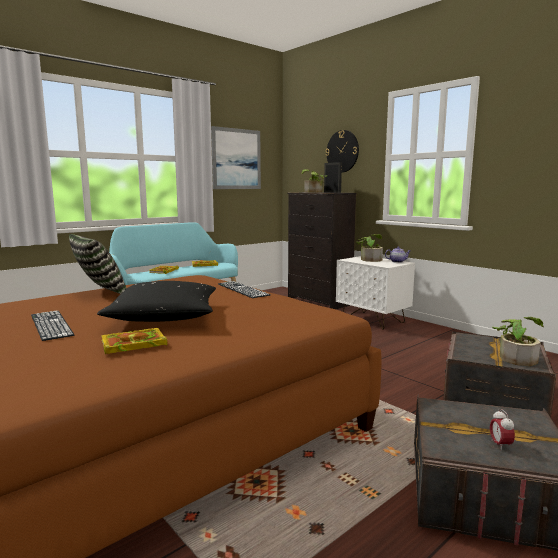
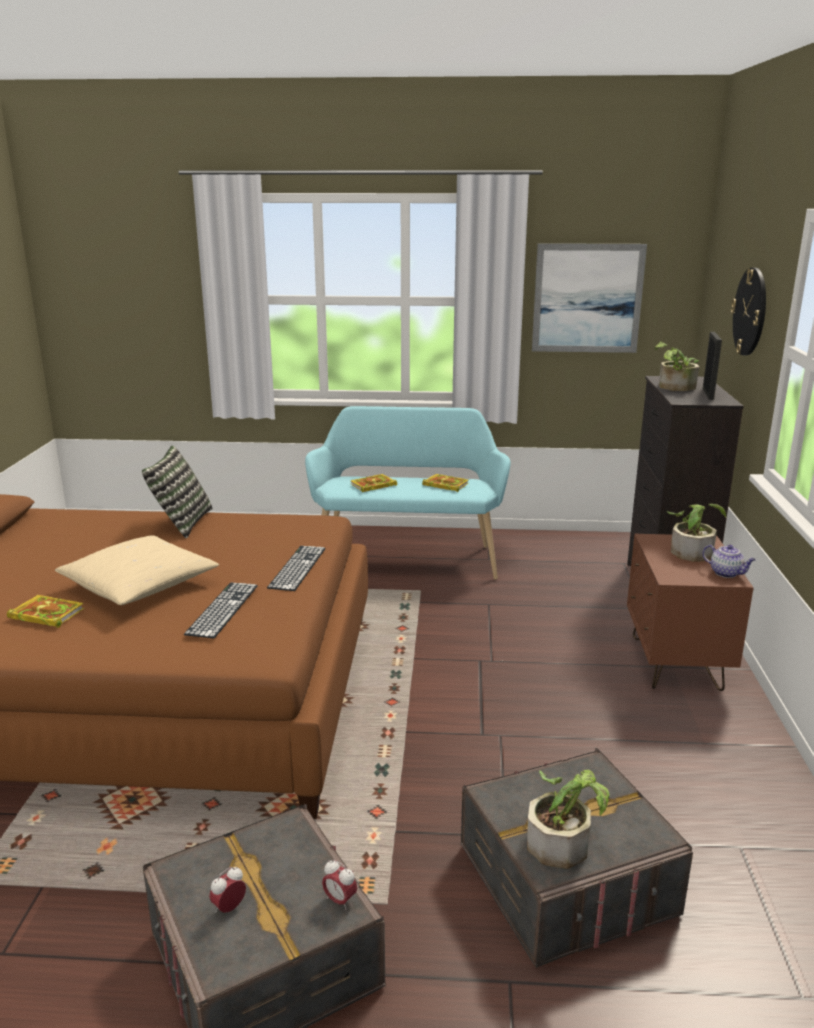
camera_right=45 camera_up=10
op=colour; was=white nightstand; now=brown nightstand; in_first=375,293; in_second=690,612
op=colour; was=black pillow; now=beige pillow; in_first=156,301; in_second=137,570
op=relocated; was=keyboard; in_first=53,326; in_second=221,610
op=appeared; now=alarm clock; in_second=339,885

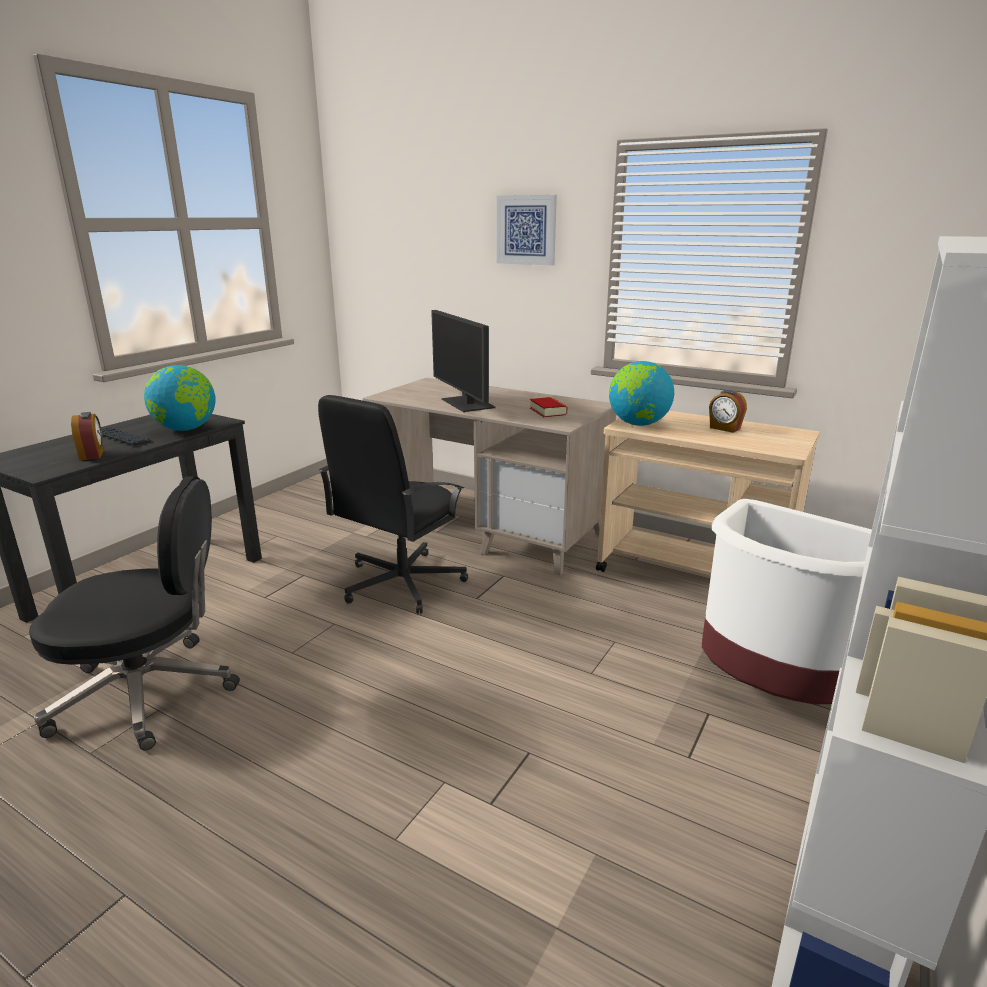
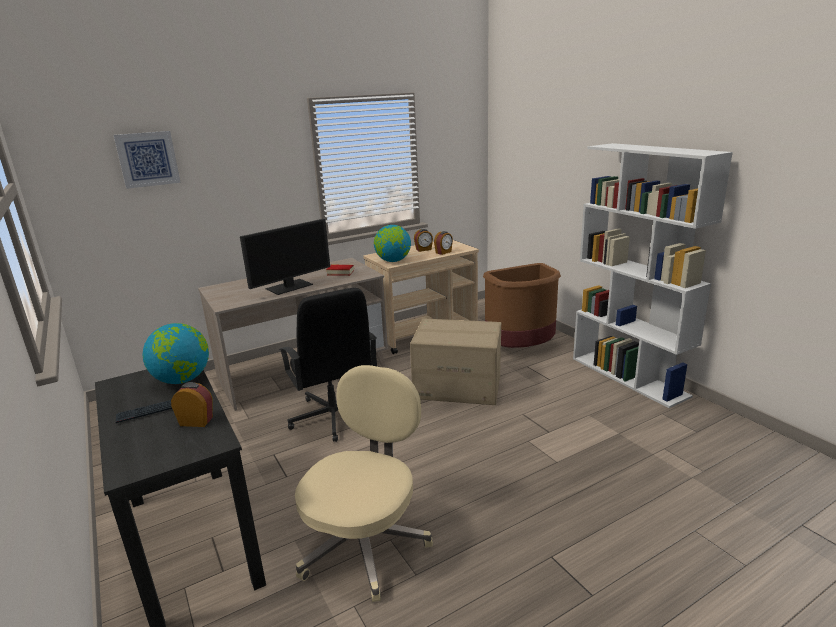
camera_right=-60 camera_up=0
op=relocated; was=picture; in_first=526,230; in_second=147,160
op=spun; was=monitor; in_first=463,361; in_second=285,257; clockwise=-45
op=colour; was=black office chair; now=beige office chair; in_first=134,613; in_second=364,483
op=colour; was=white trash can; now=brown trash can; in_first=787,601; in_second=522,305
op=appeared; now=alarm clock; in_second=443,243
op=appeared; now=cardboard box; in_second=455,361

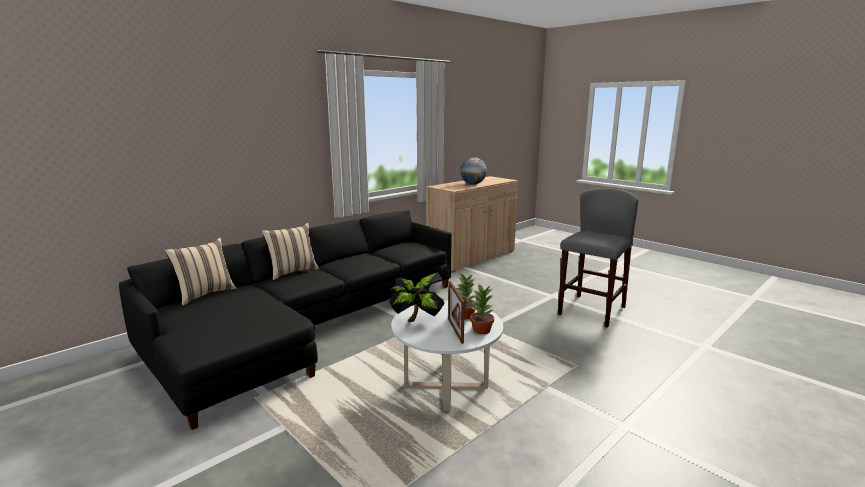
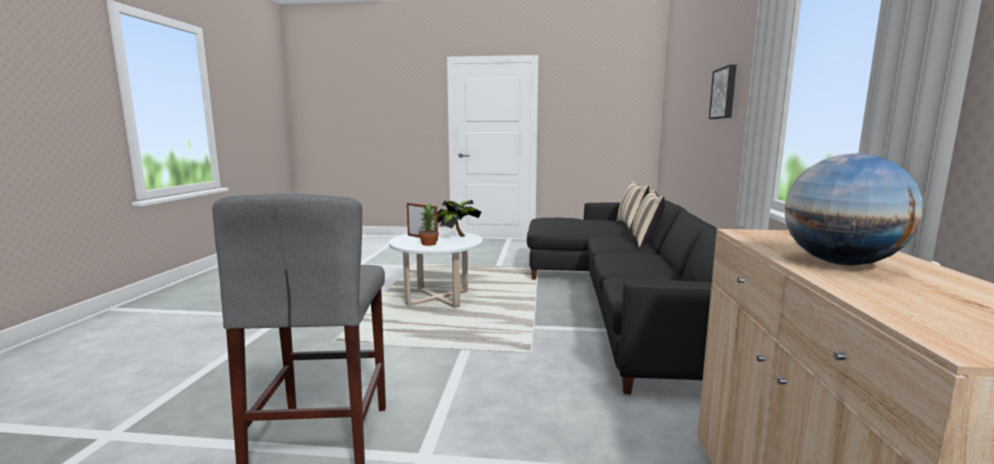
camera_right=140 camera_up=-5
op=missing; was=potted plant; in_first=482,308
op=appeared; now=picture; in_second=723,91

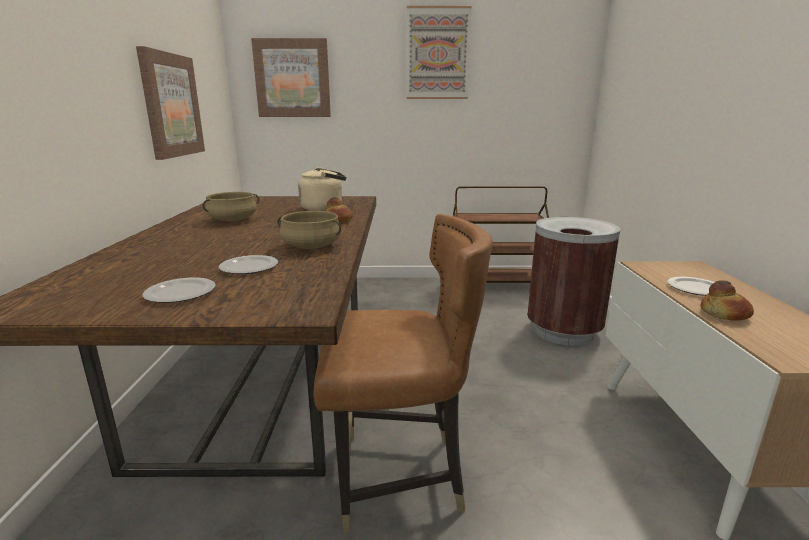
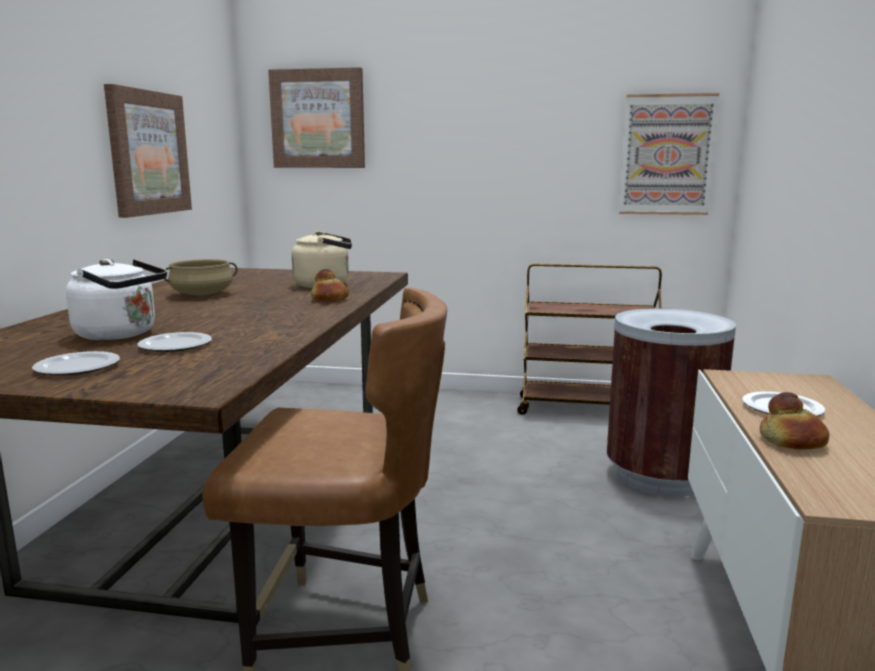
camera_right=10 camera_up=-5
op=relocated; was=picture; in_first=438,52; in_second=669,154
op=missing; was=beige cooking pot; in_first=309,230
op=appeared; now=white kettle; in_second=116,299

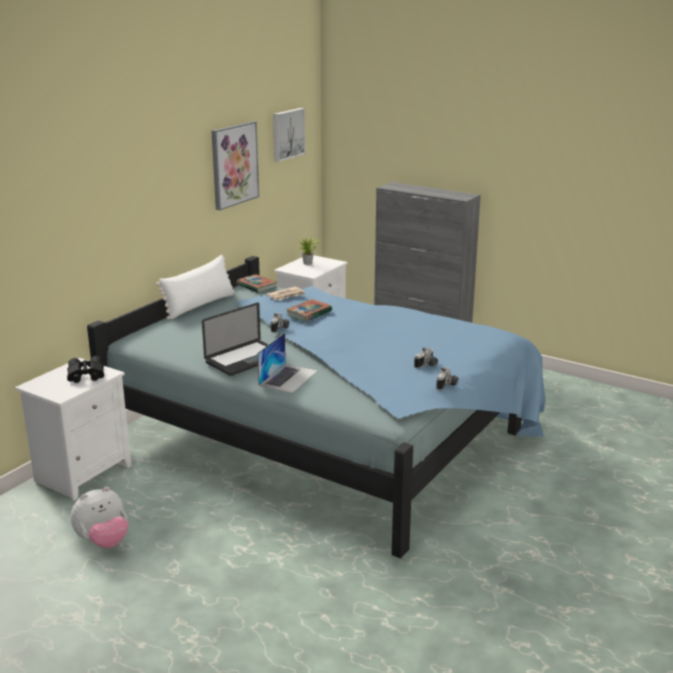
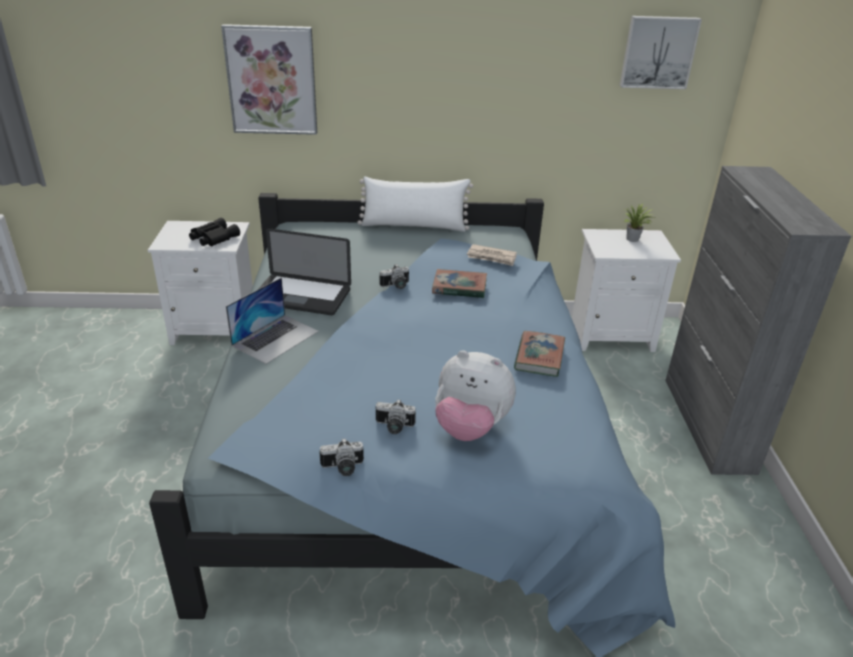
camera_right=55 camera_up=10
op=relocated; was=picture; in_first=235,165; in_second=269,79
op=relocated; was=book; in_first=256,283; in_second=539,354
op=spun; was=laptop; in_first=287,363; in_second=272,320; clockwise=-45
op=relocated; was=plush toy; in_first=99,517; in_second=475,395

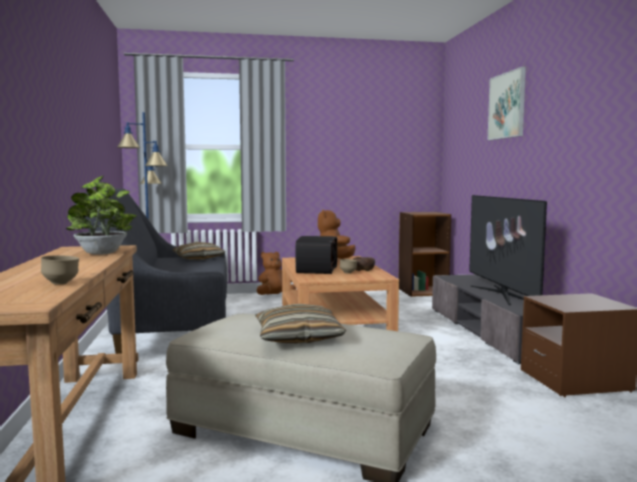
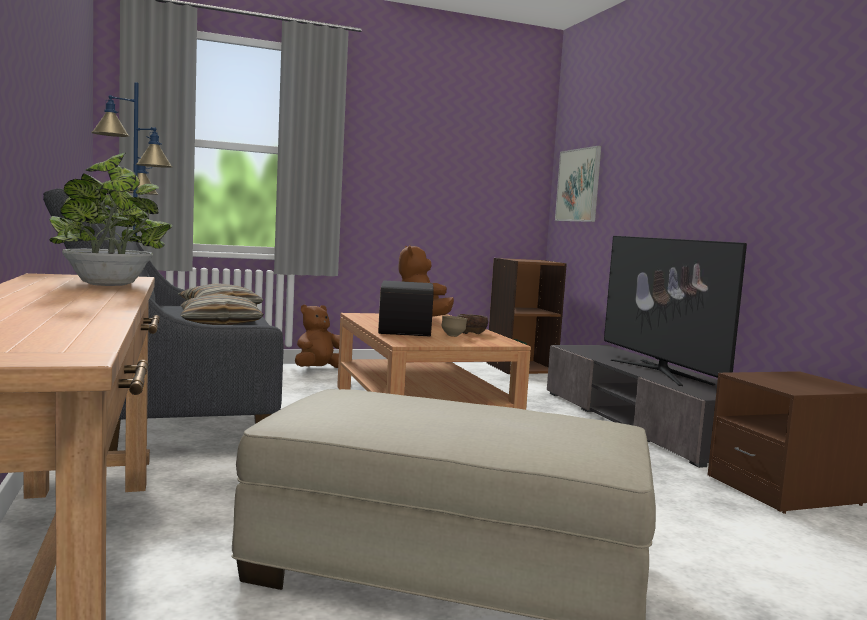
camera_right=-10 camera_up=0
op=relocated; was=picture; in_first=507,103; in_second=578,184
op=missing; was=brown bowl; in_first=60,270
op=relocated; was=pillow; in_first=300,324; in_second=222,309

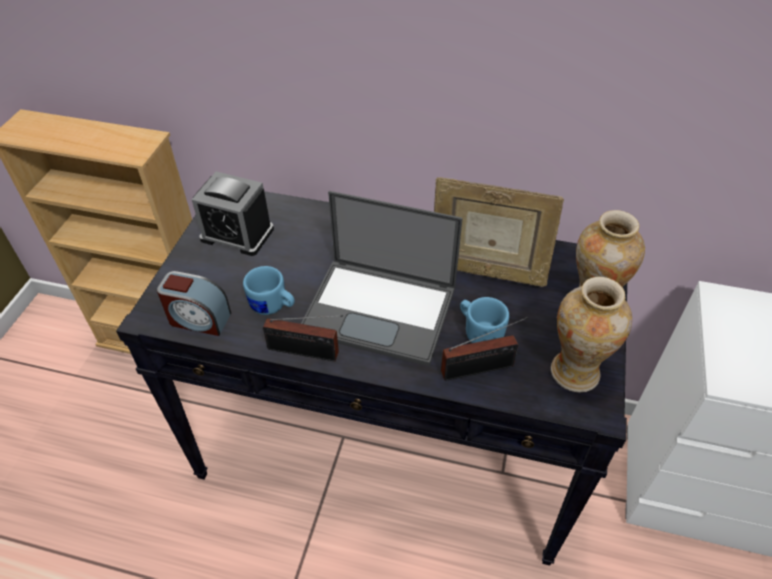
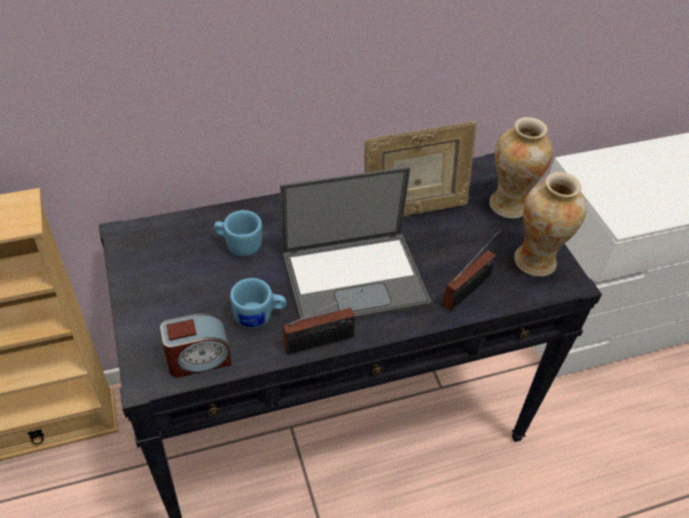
camera_right=-35 camera_up=0
op=missing; was=alarm clock; in_first=233,213
op=relocated; was=blue mug; in_first=484,320; in_second=238,233

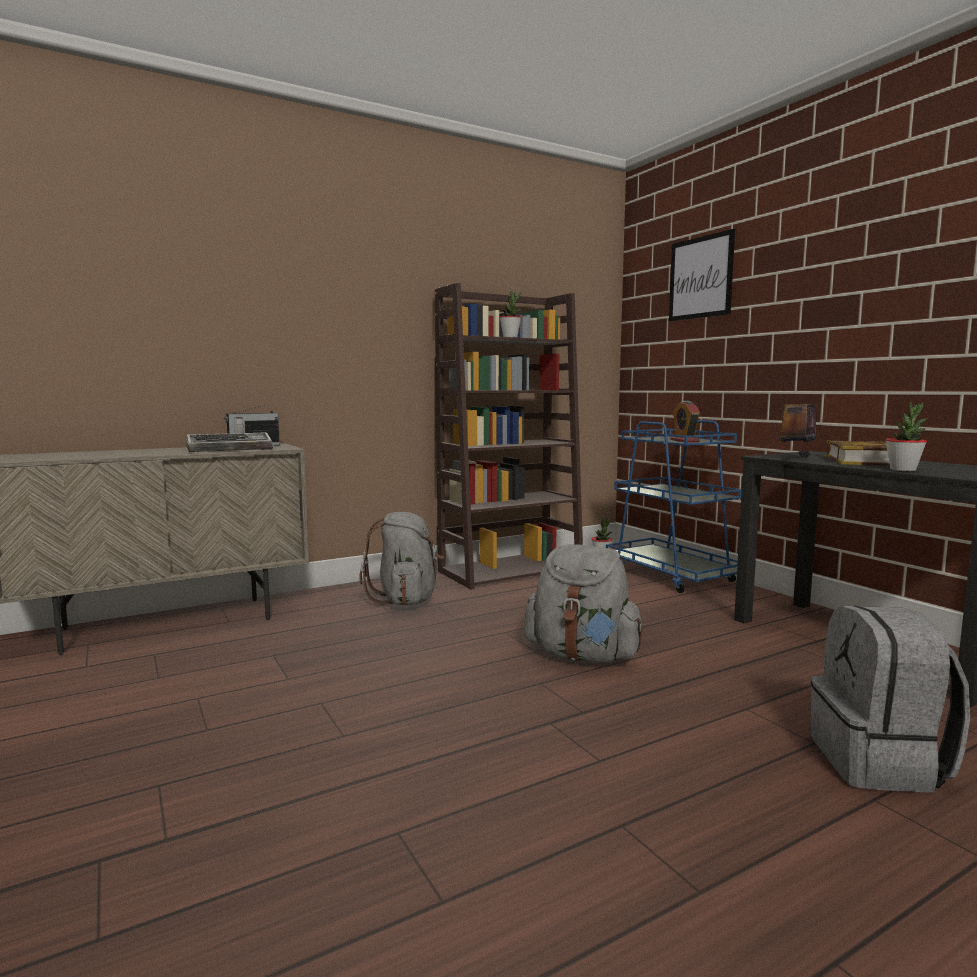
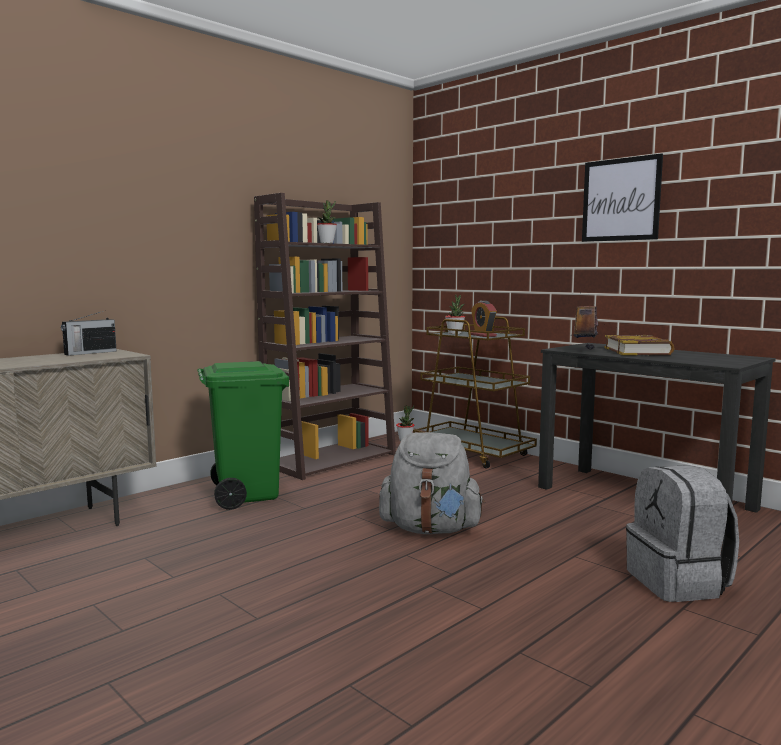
camera_right=-15 camera_up=0
op=relocated; was=picture; in_first=702,275; in_second=622,197
op=relocated; was=potted plant; in_first=906,436; in_second=455,314
op=colour; was=blue cart; now=brown cart; in_first=673,506; in_second=475,393
op=missing; was=keyboard; in_first=229,442
op=exchanged; was=grey backpack; now=green trash can; in_first=402,558; in_second=243,435

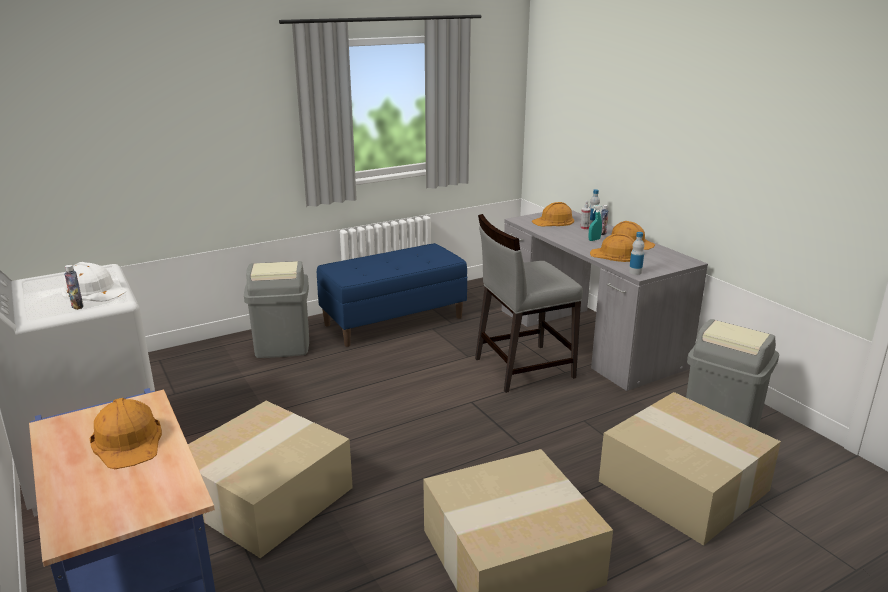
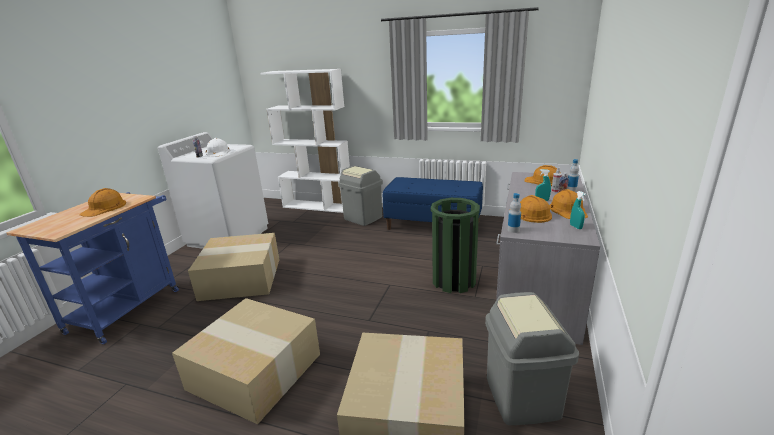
camera_right=50 camera_up=0
op=exchanged; was=grey chair; now=green trash can; in_first=529,303; in_second=455,245
op=appeared; now=white bookcase; in_second=305,141
op=appeared; now=turquoise spray bottle; in_second=578,210

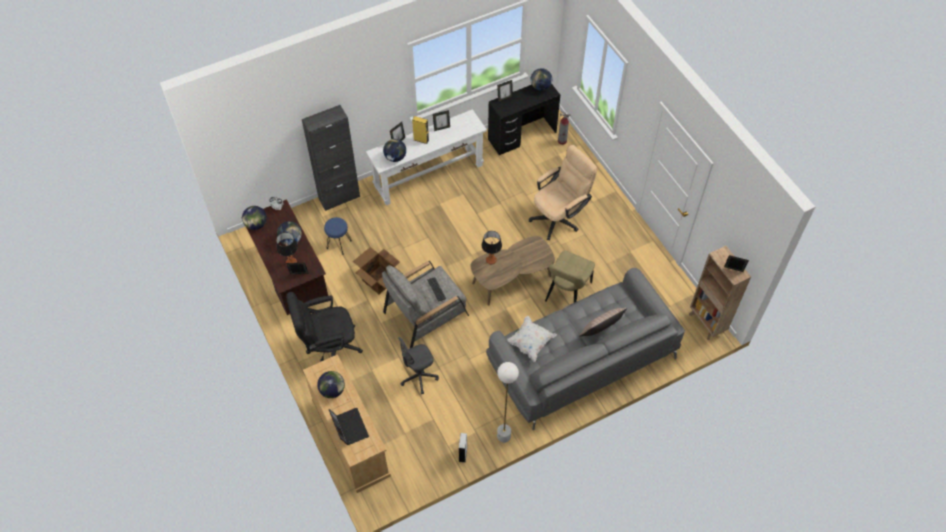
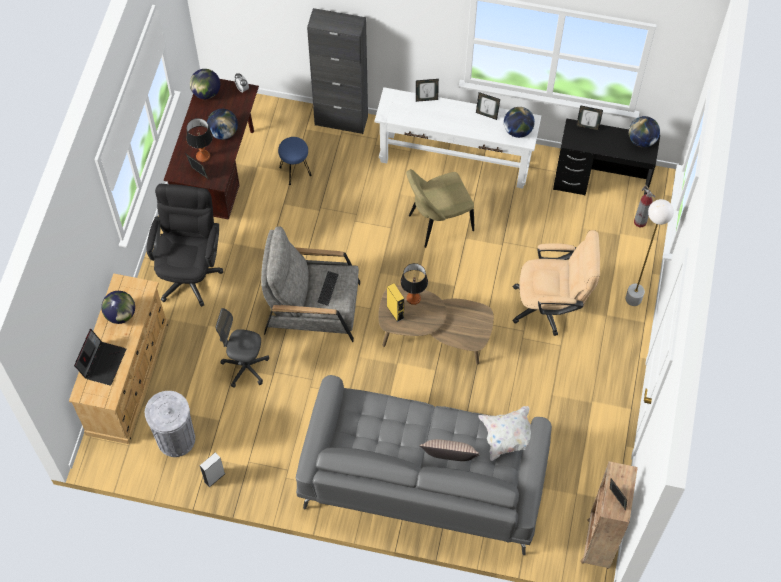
camera_right=40 camera_up=5
op=relocated; was=yellow speaker; in_first=420,130; in_second=395,302
op=relocated; was=globe; in_first=394,150; in_second=519,122
op=missing; was=cardboard box; in_first=378,270
op=relocated; was=beige chair; in_first=570,276; in_second=440,208
op=spun; was=black office chair; in_first=324,327; in_second=184,245; clockwise=75
op=relocated; was=white pillow; in_first=532,339; in_second=505,433
op=relocated; was=white floor lamp; in_first=508,402; in_second=649,252
op=appeared; now=grey trash can; in_second=170,424

